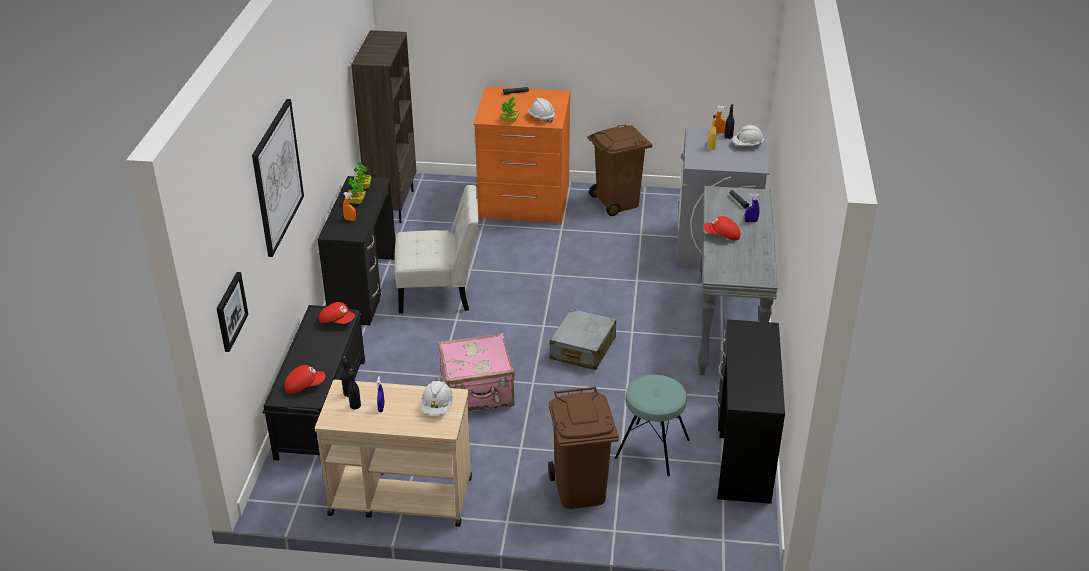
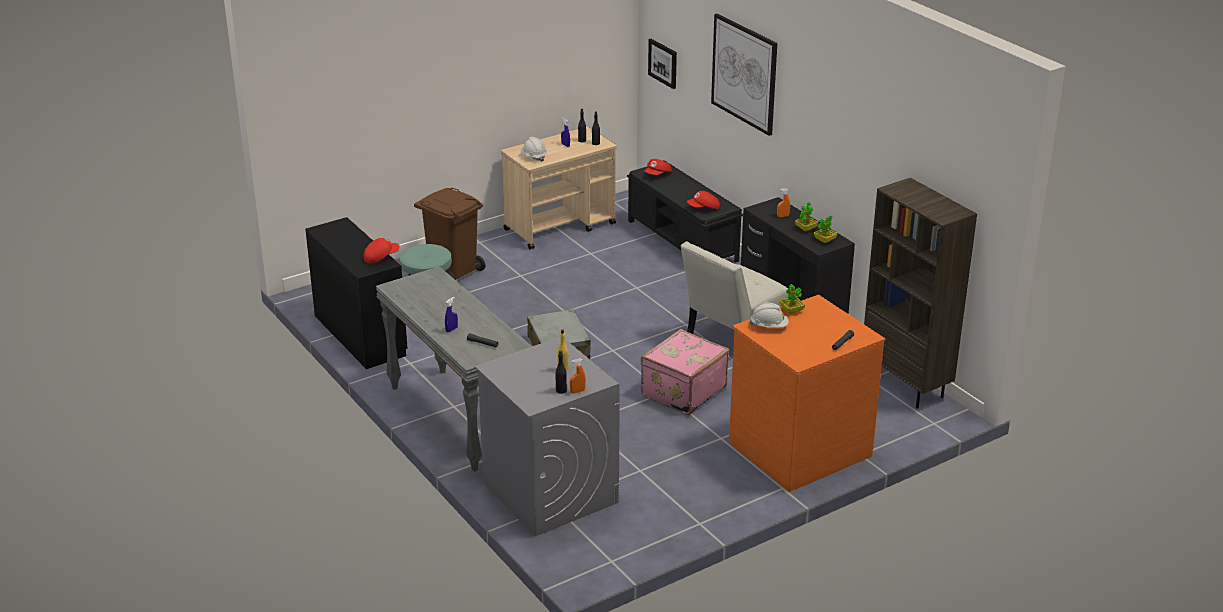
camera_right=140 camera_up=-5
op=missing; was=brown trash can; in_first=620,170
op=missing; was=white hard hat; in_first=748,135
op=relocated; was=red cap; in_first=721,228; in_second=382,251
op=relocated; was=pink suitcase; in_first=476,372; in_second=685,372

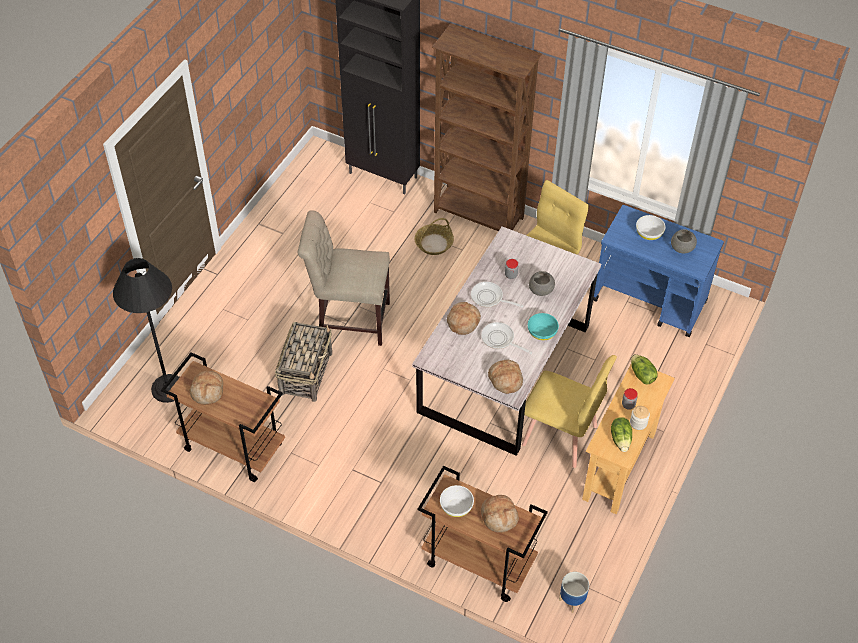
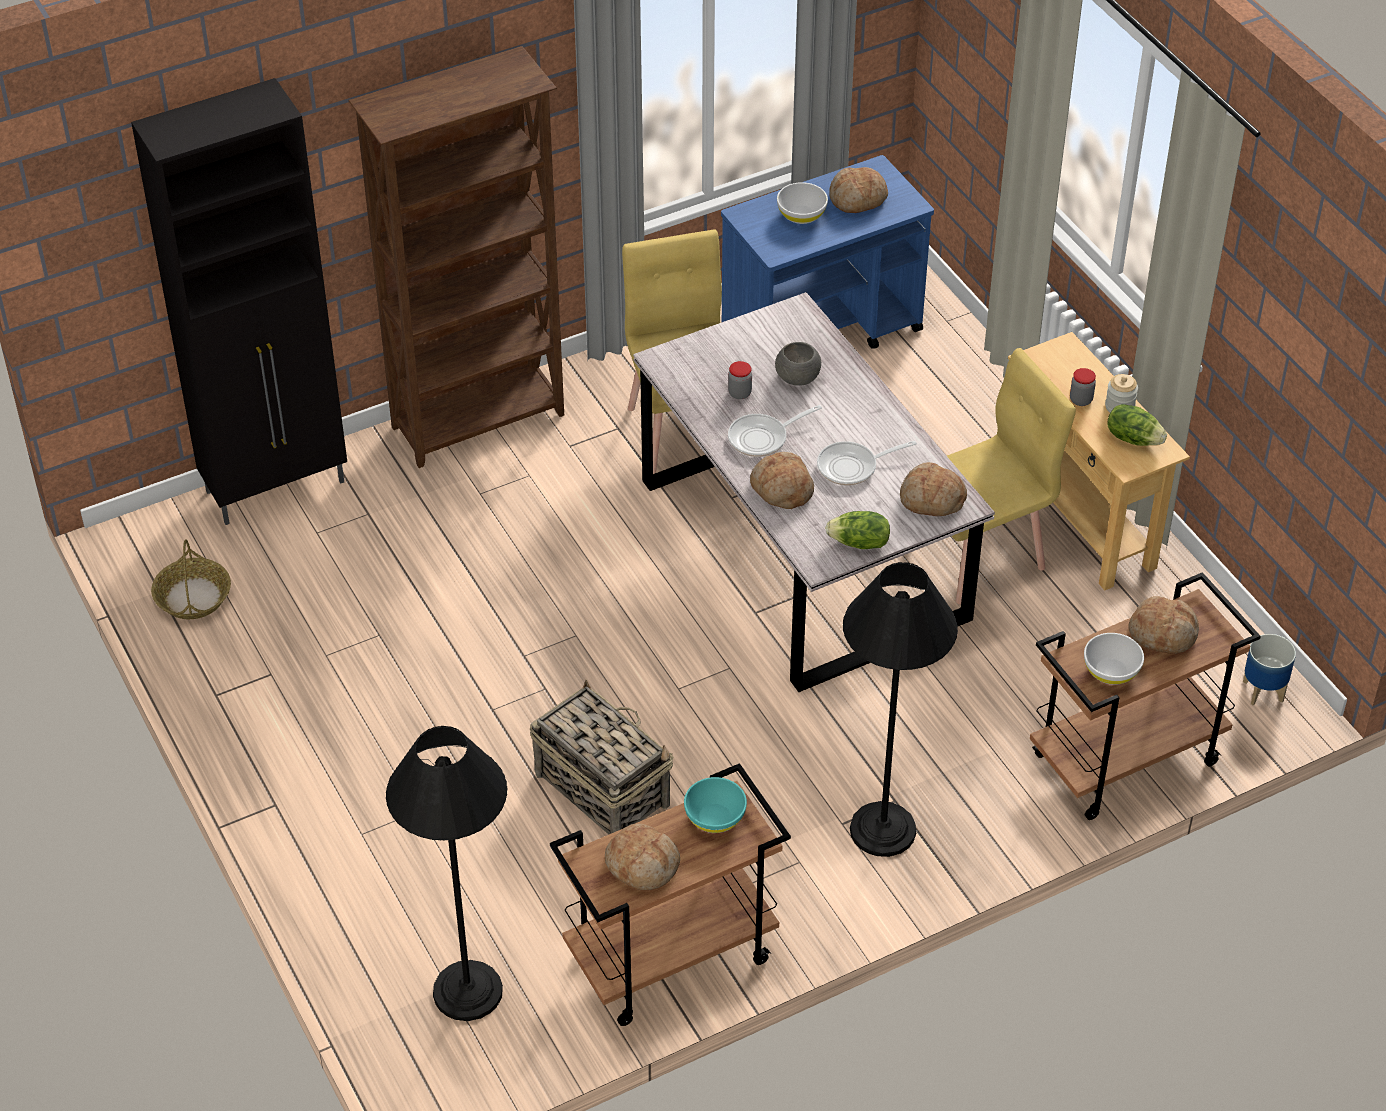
camera_right=-55 camera_up=-5
op=missing; was=beige chair; in_first=343,278
op=relocated; was=basket; in_first=434,236; in_second=191,579
op=exchanged; was=grey bowl; now=bread; in_first=684,241; in_second=858,190
op=relocated; was=turquoise bowl; in_first=543,327; in_second=715,805
op=relocated; was=lettuce; in_first=644,369; in_second=857,530
op=appeared; now=black floor lamp; in_second=900,709

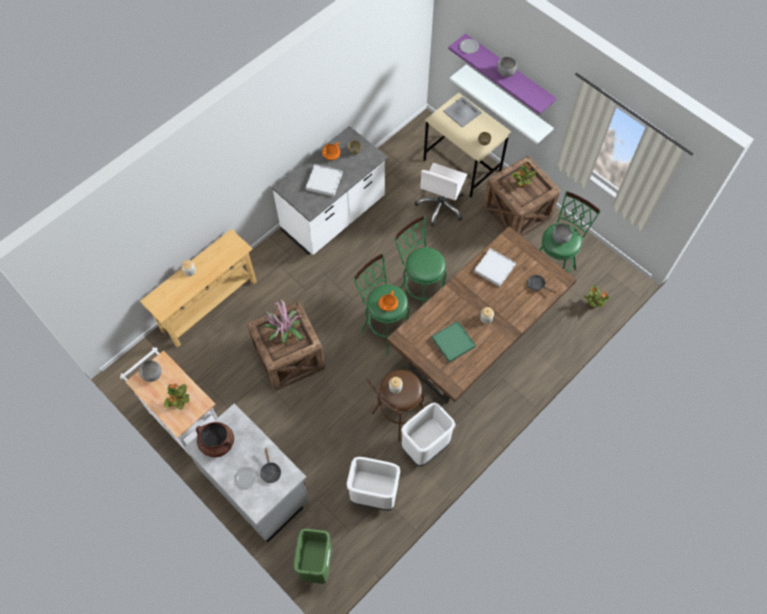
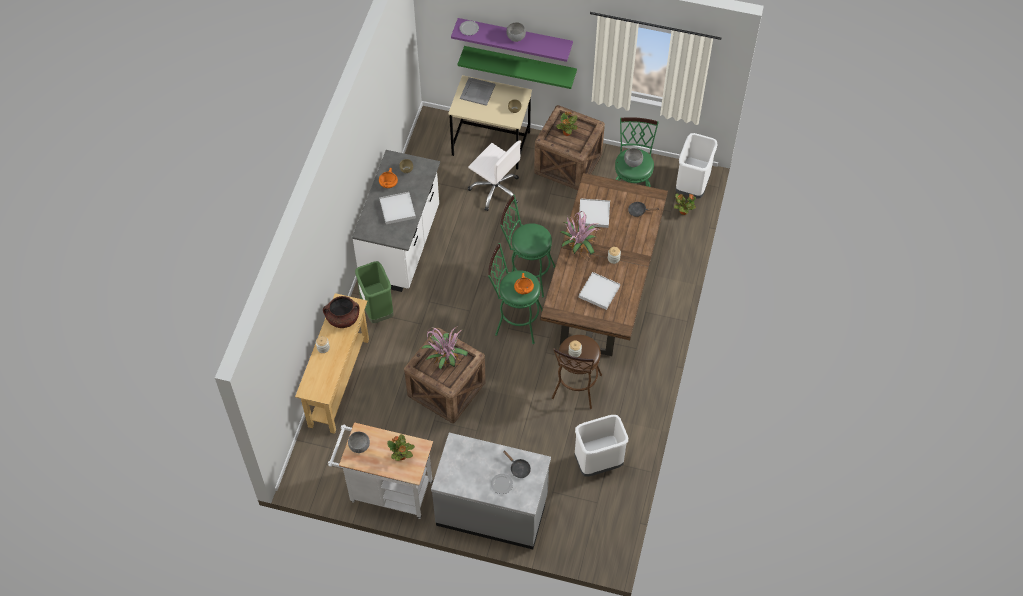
camera_right=-30 camera_up=-5
op=colour; was=white shelf; now=green shelf; in_first=502,104; in_second=517,67
op=spun; was=white office chair; in_first=441,194; in_second=494,175; clockwise=-45
op=colour; was=green tray; now=white tray; in_first=454,342; in_second=599,291
op=relocated; was=white trash can; in_first=428,434; in_second=697,165
op=relocated; was=brown cooking pot; in_first=215,439; in_second=341,312
op=relocated; was=green trash can; in_first=313,556; in_second=374,292
op=appeared; now=potted plant; in_second=580,235

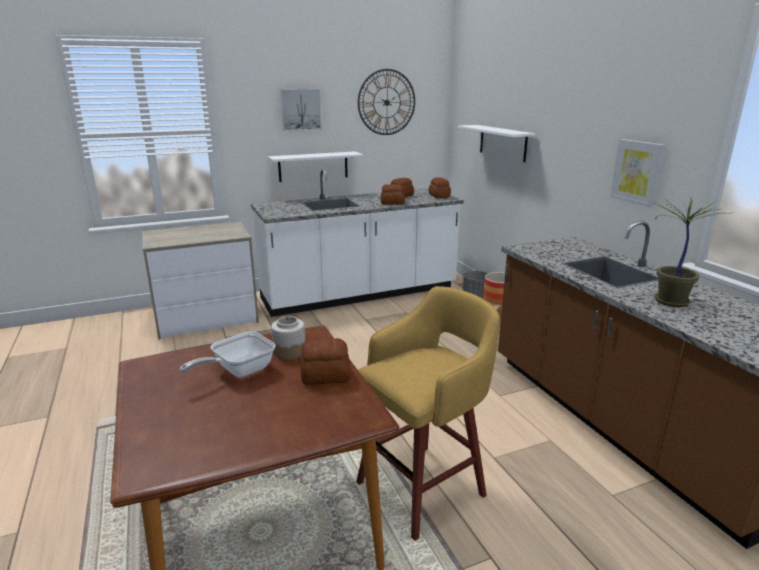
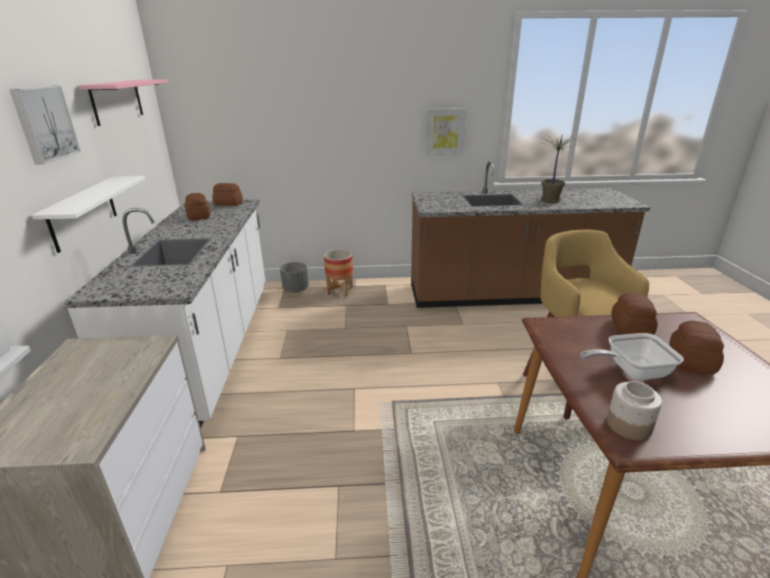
camera_right=-70 camera_up=5
op=exchanged; was=wall clock; now=pink shelf; in_first=386,102; in_second=123,102
op=missing; was=white shelf; in_first=496,143
op=relocated; was=bread; in_first=393,194; in_second=696,347
op=relocated; was=jar; in_first=288,338; in_second=634,410
op=spun; was=frying pan; in_first=227,354; in_second=632,356; clockwise=105

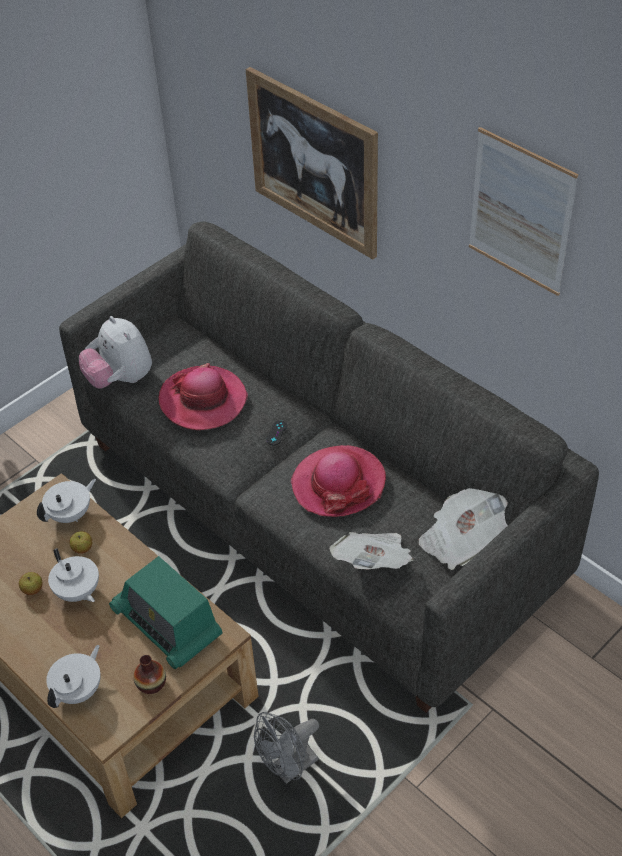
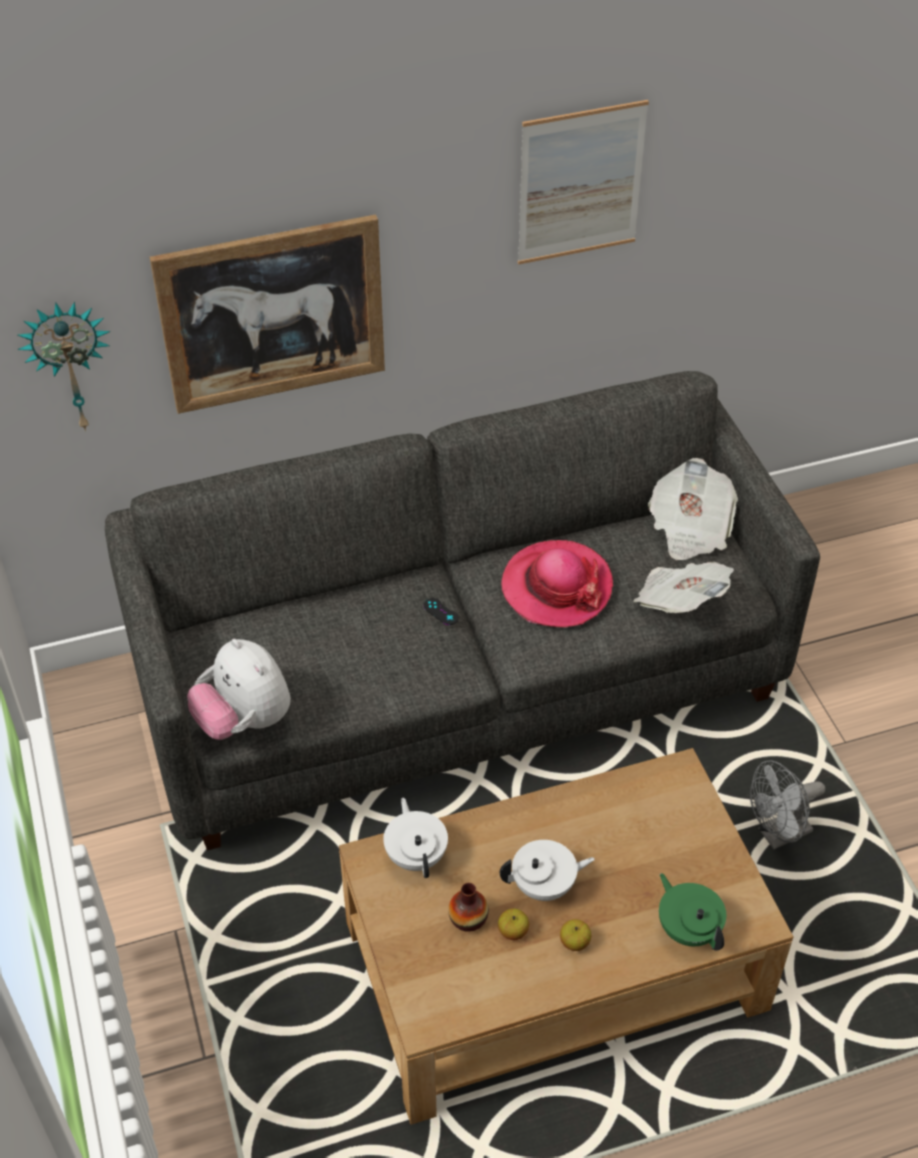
camera_right=-65 camera_up=0
op=spun; was=plush toy; in_first=115,352; in_second=239,689; clockwise=60
op=missing; was=hat; in_first=203,396
op=relocated; was=apple; in_first=80,542; in_second=575,935
op=missing; was=radio; in_first=166,612
op=colour; was=white teapot; now=green teapot; in_first=73,676; in_second=692,912
op=relocated; was=vase; in_first=149,674; in_second=468,907
op=spun; was=grey fan; in_first=286,748; in_second=787,804; clockwise=75
op=appeared; now=wall clock; in_second=63,366

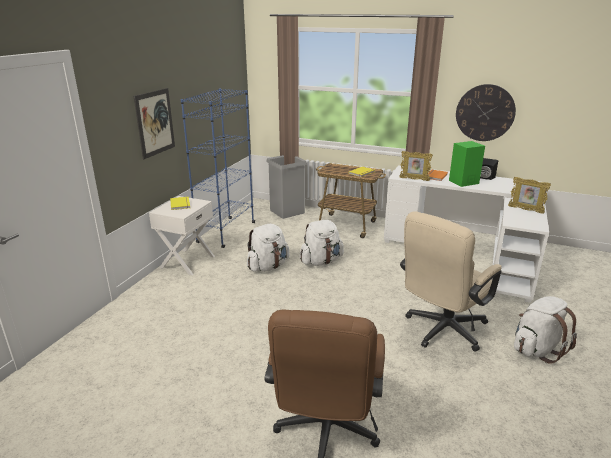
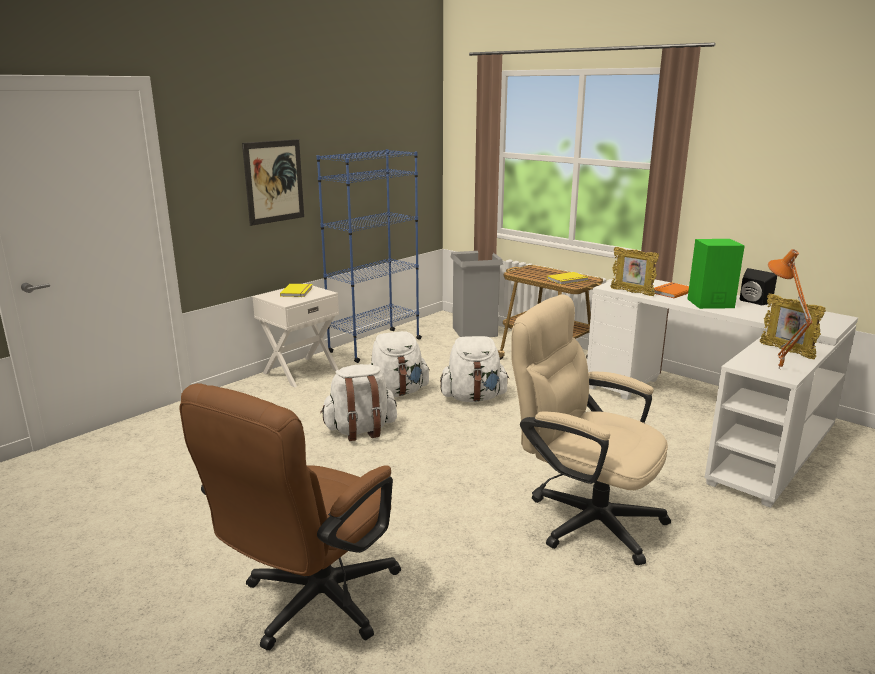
camera_right=20 camera_up=-5
op=missing; was=wall clock; in_first=486,112
op=spun; was=beige office chair; in_first=451,281; in_second=591,429; clockwise=60
op=relocated; was=white backpack; in_first=545,330; in_second=358,402
op=appeared; now=orange table lamp; in_second=790,309

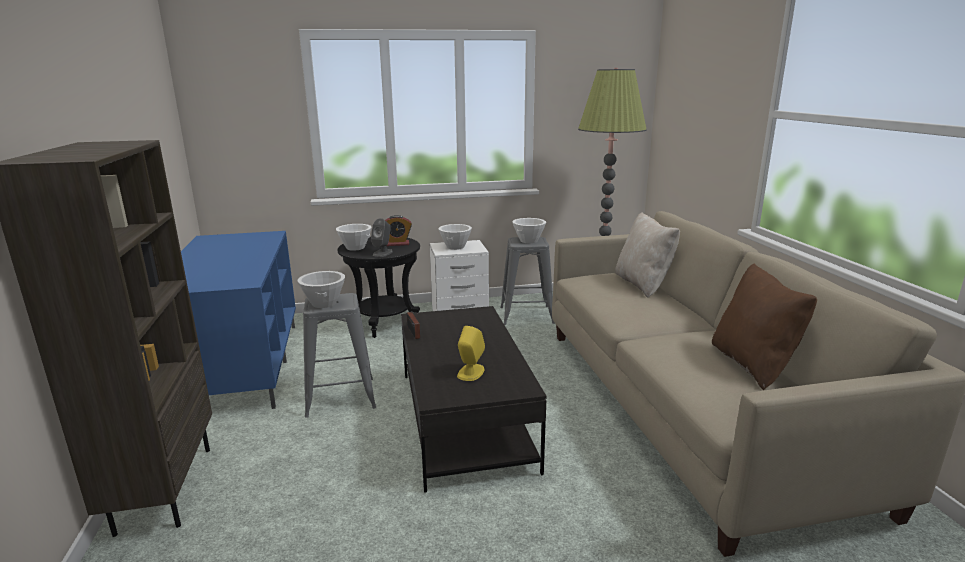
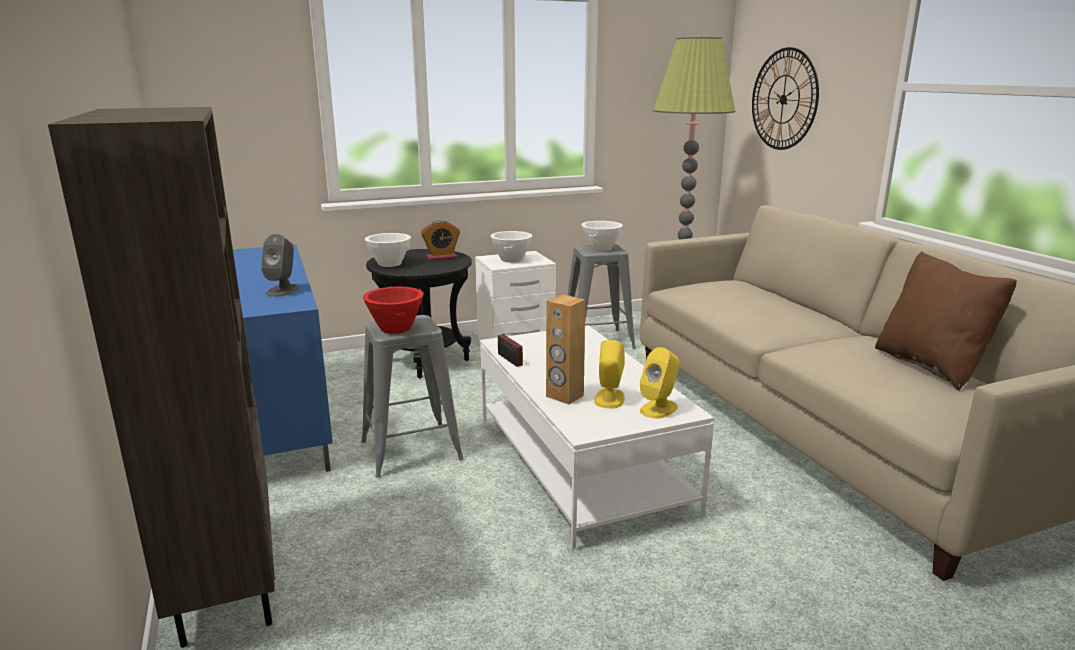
camera_right=-10 camera_up=0
op=missing; was=beige pillow; in_first=647,255
op=relocated; was=grey speaker; in_first=382,237; in_second=280,265
op=colour; was=white bowl; now=red bowl; in_first=321,289; in_second=393,310
op=colour; was=black coffee table; now=white coffee table; in_first=474,399; in_second=597,437
op=appeared; now=wall clock; in_second=785,98
op=appeared; now=brown speaker; in_second=565,349
op=appeared; now=yellow speaker; in_second=659,383

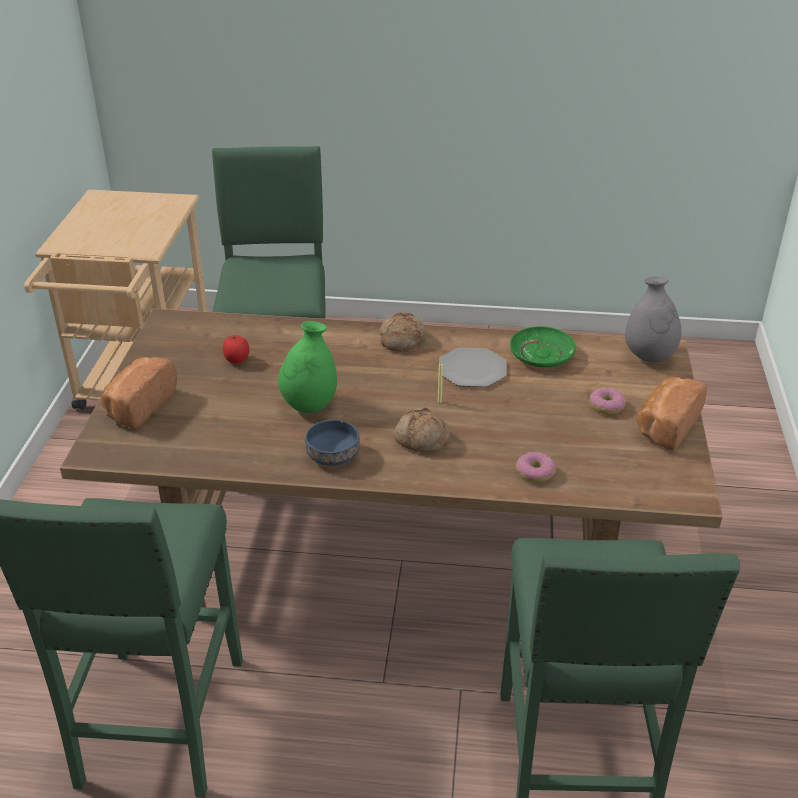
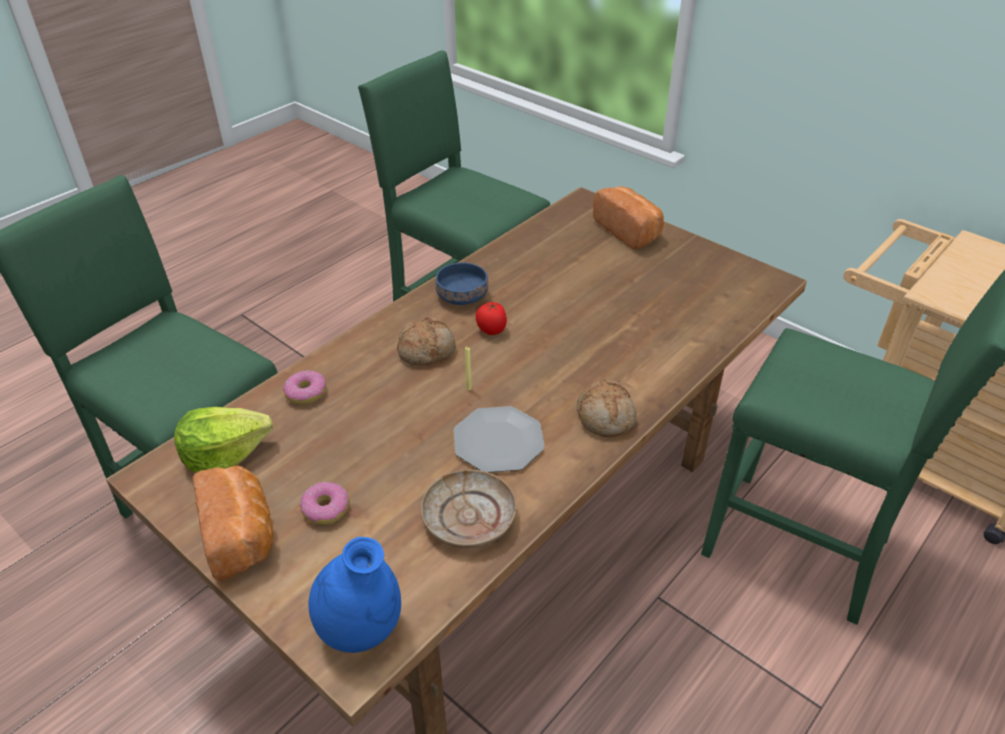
camera_right=125 camera_up=5
op=colour; was=grey vase; now=blue vase; in_first=653,319; in_second=354,595
op=missing; was=green vase; in_first=307,367
op=colour; was=green plate; now=beige plate; in_first=543,347; in_second=469,509
op=relocated; was=tomato; in_first=236,349; in_second=491,318
op=appeared; now=lettuce; in_second=223,440

